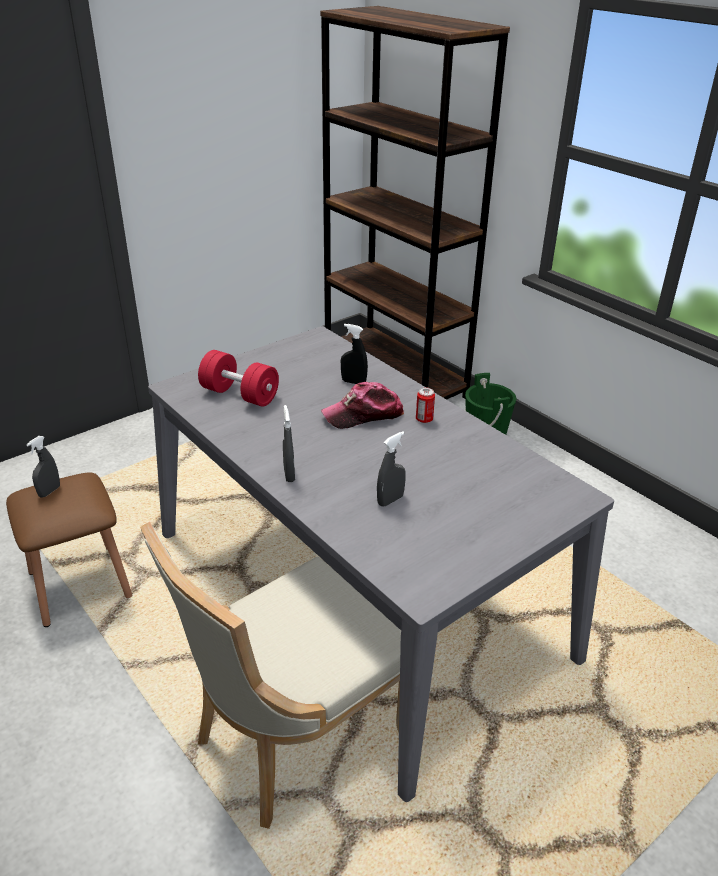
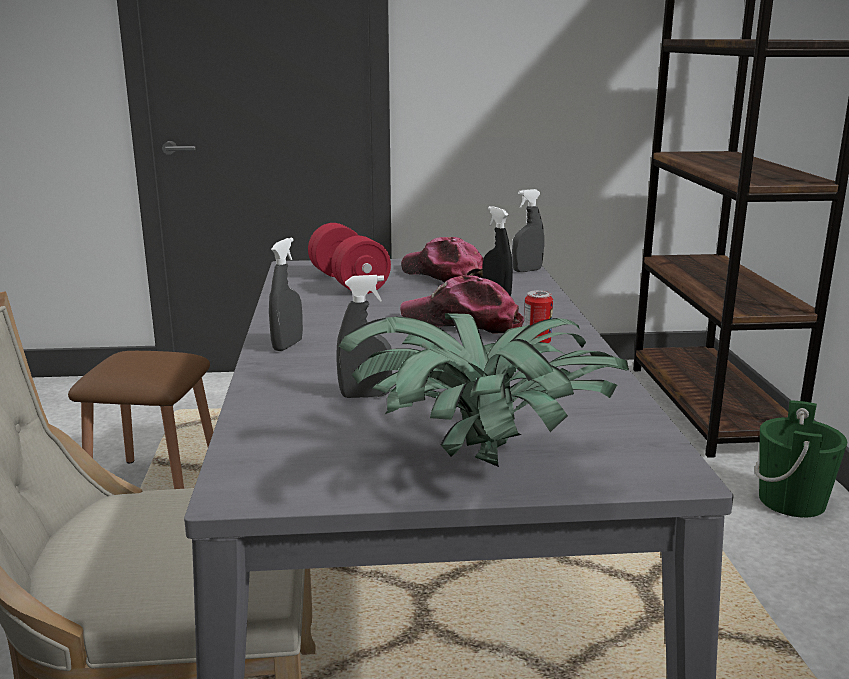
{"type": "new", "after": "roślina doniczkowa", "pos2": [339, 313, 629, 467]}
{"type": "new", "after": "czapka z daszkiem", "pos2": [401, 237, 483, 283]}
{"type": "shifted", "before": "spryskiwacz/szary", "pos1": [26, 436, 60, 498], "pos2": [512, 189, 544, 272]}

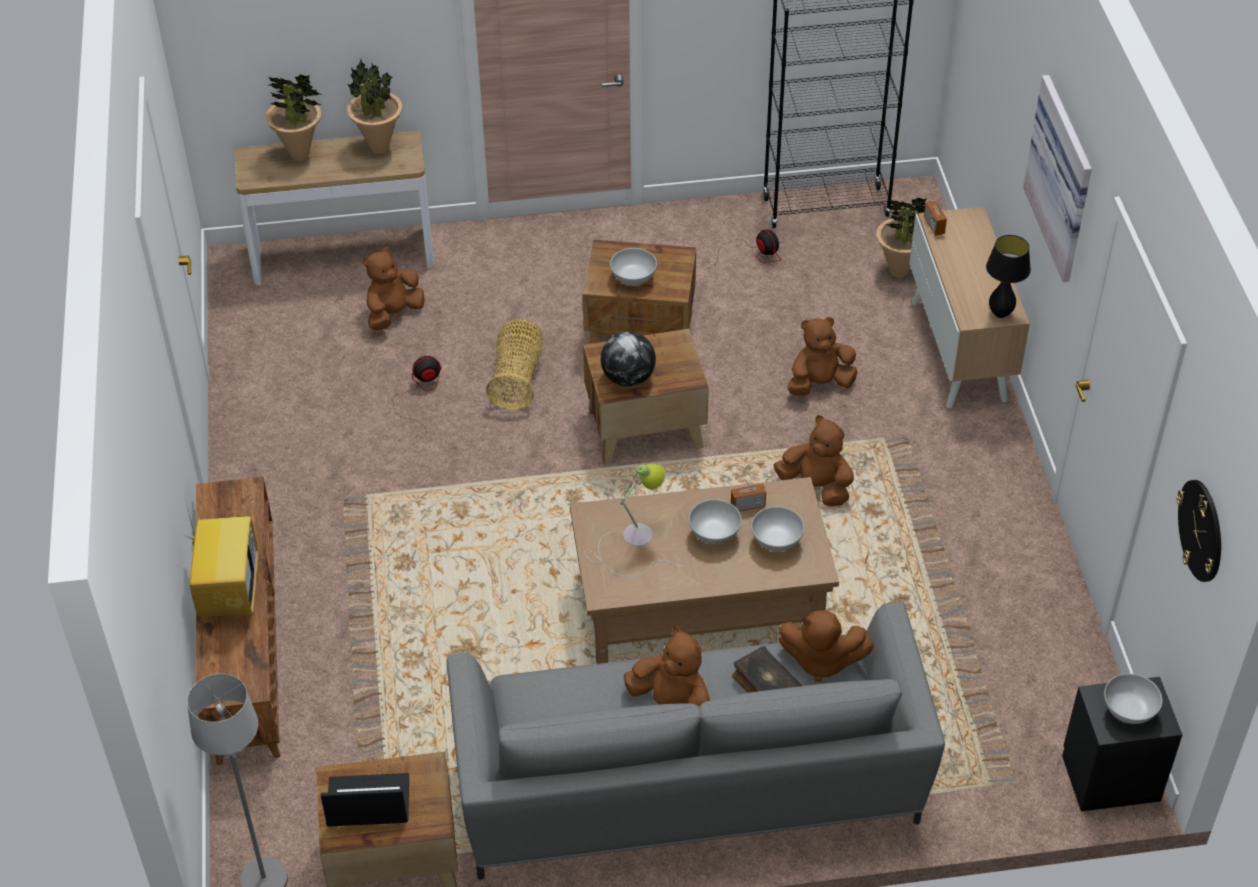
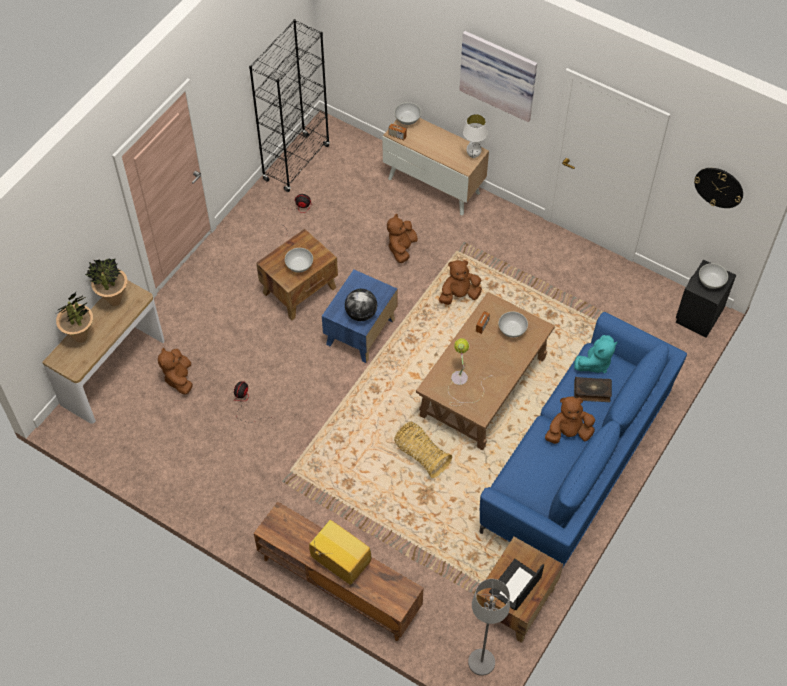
{"type": "repainted", "before": "stolik/brązowy", "after": "stolik/niebieski", "pos1": [583, 329, 709, 464], "pos2": [322, 270, 397, 363]}
{"type": "shifted", "before": "miska/biały", "pos1": [689, 499, 742, 544], "pos2": [394, 102, 421, 125]}
{"type": "shifted", "before": "koszyk", "pos1": [486, 319, 543, 409], "pos2": [394, 422, 452, 478]}
{"type": "repainted", "before": "lampa stołowa/czarny", "after": "lampa stołowa/biały", "pos1": [986, 235, 1031, 318], "pos2": [463, 114, 488, 158]}
{"type": "repainted", "before": "kanapa/szary", "after": "kanapa/niebieski", "pos1": [447, 602, 945, 880], "pos2": [479, 312, 687, 569]}
{"type": "repainted", "before": "pluszak/brązowy", "after": "pluszak/turkusowy", "pos1": [778, 610, 874, 682], "pos2": [574, 335, 618, 373]}
{"type": "gone", "before": "roślina doniczkowa", "pos1": [876, 197, 927, 278]}

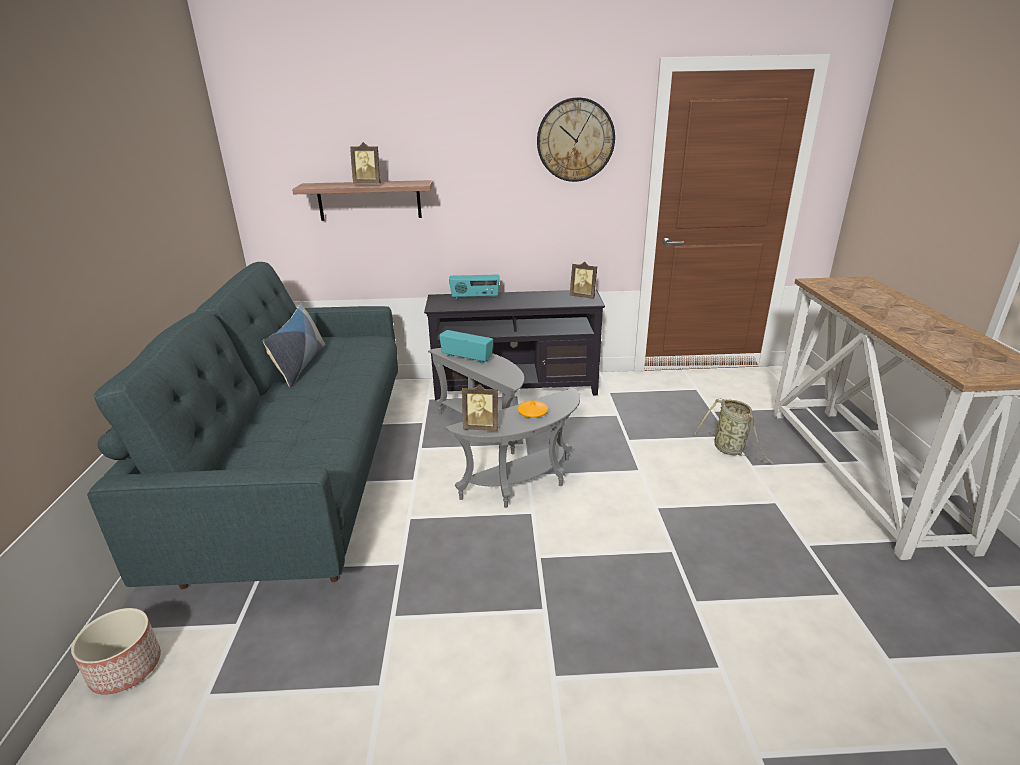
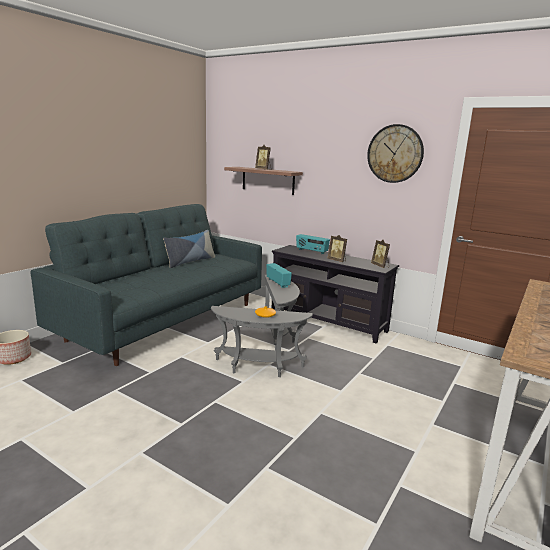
{"type": "shifted", "before": "ramka na zdjęcie", "pos1": [462, 384, 498, 431], "pos2": [328, 235, 347, 262]}
{"type": "gone", "before": "koszyk", "pos1": [694, 398, 775, 465]}

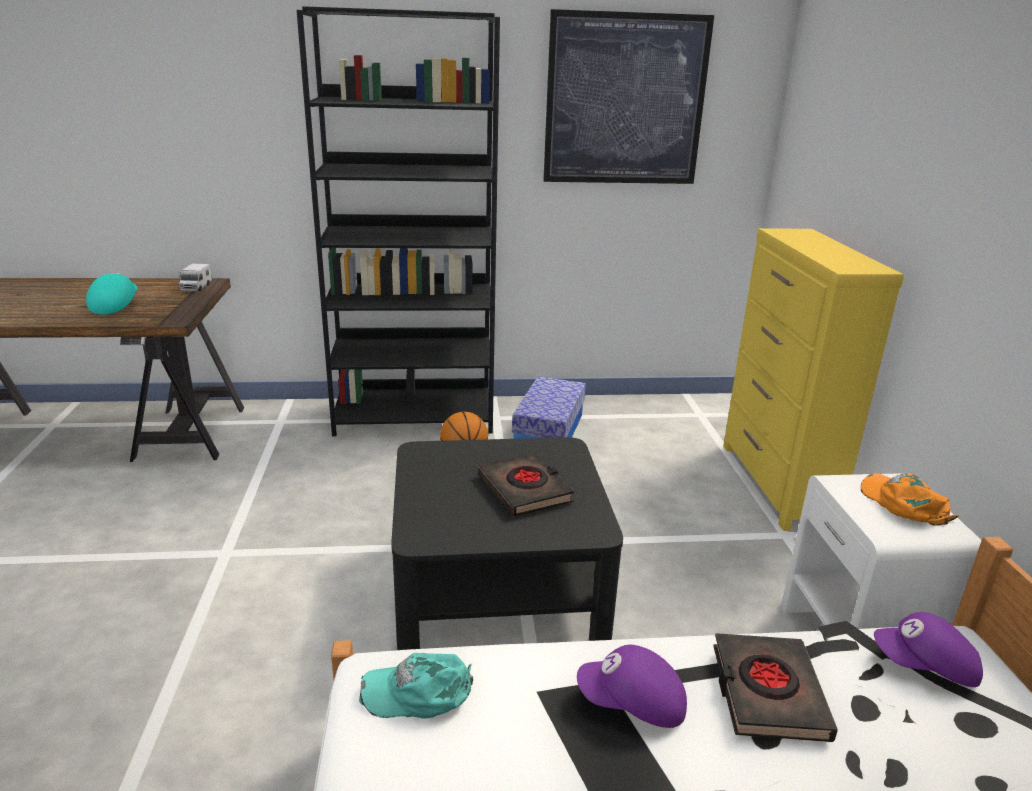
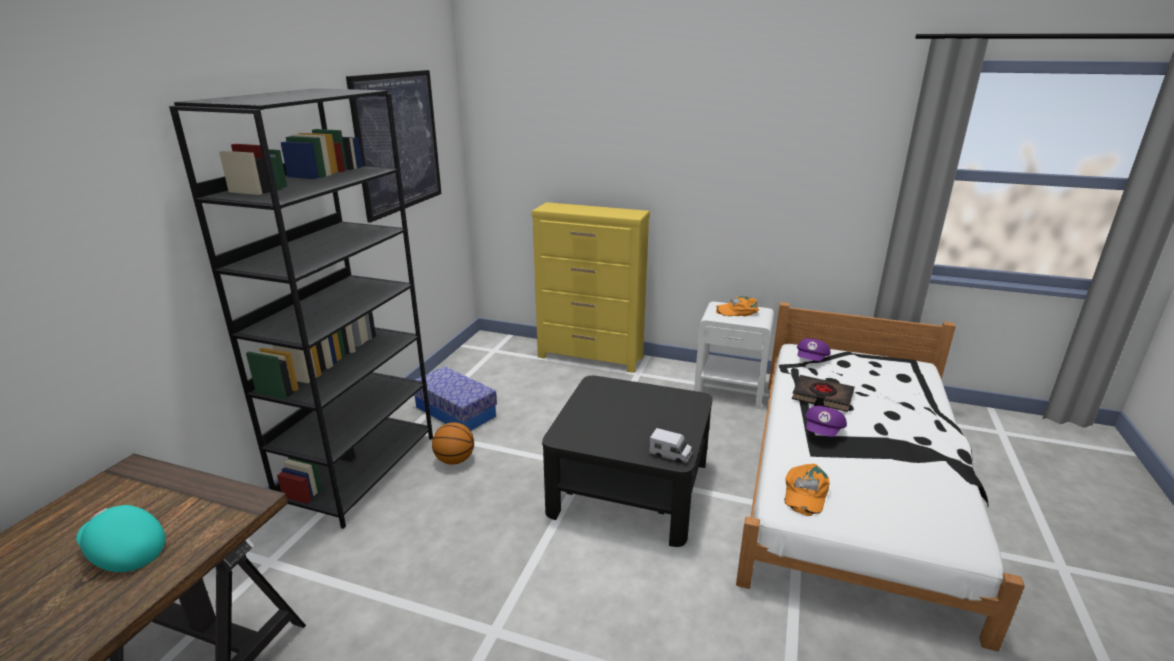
{"type": "shifted", "before": "ciężarówka zabawkowa", "pos1": [179, 264, 212, 291], "pos2": [649, 428, 692, 463]}
{"type": "repainted", "before": "czapka z daszkiem/turkusowy", "after": "czapka z daszkiem/pomarańczowy", "pos1": [359, 653, 473, 719], "pos2": [784, 464, 830, 516]}
{"type": "gone", "before": "książka/czarny", "pos1": [478, 453, 574, 517]}

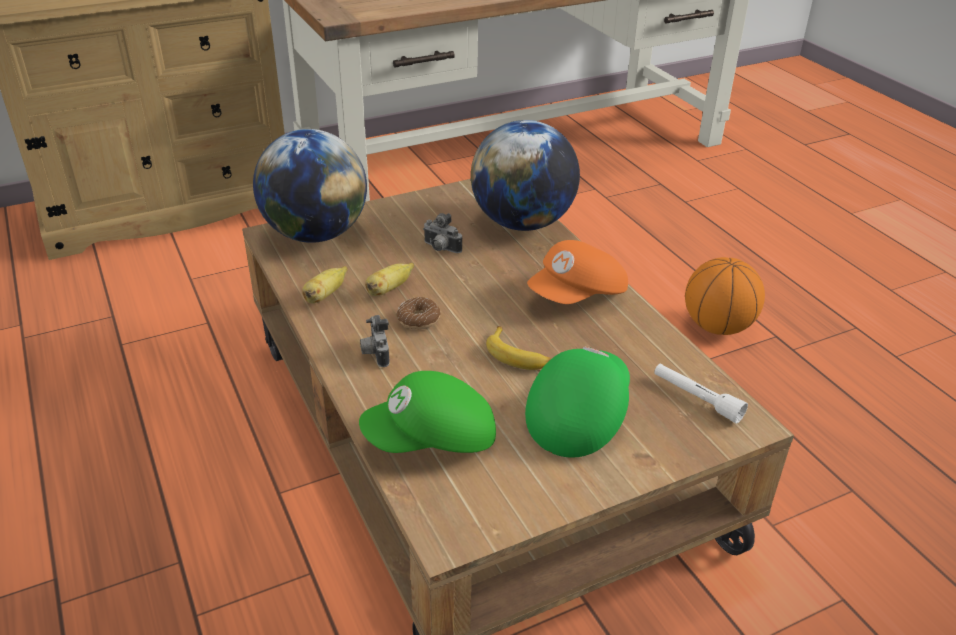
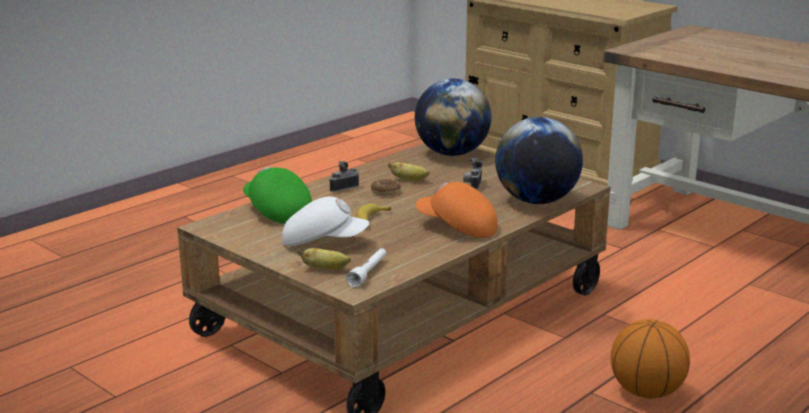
{"type": "repainted", "before": "czapka z daszkiem/zielony", "after": "czapka z daszkiem/biały", "pos1": [525, 346, 630, 458], "pos2": [282, 197, 369, 246]}
{"type": "shifted", "before": "banan", "pos1": [302, 266, 347, 304], "pos2": [298, 248, 351, 270]}

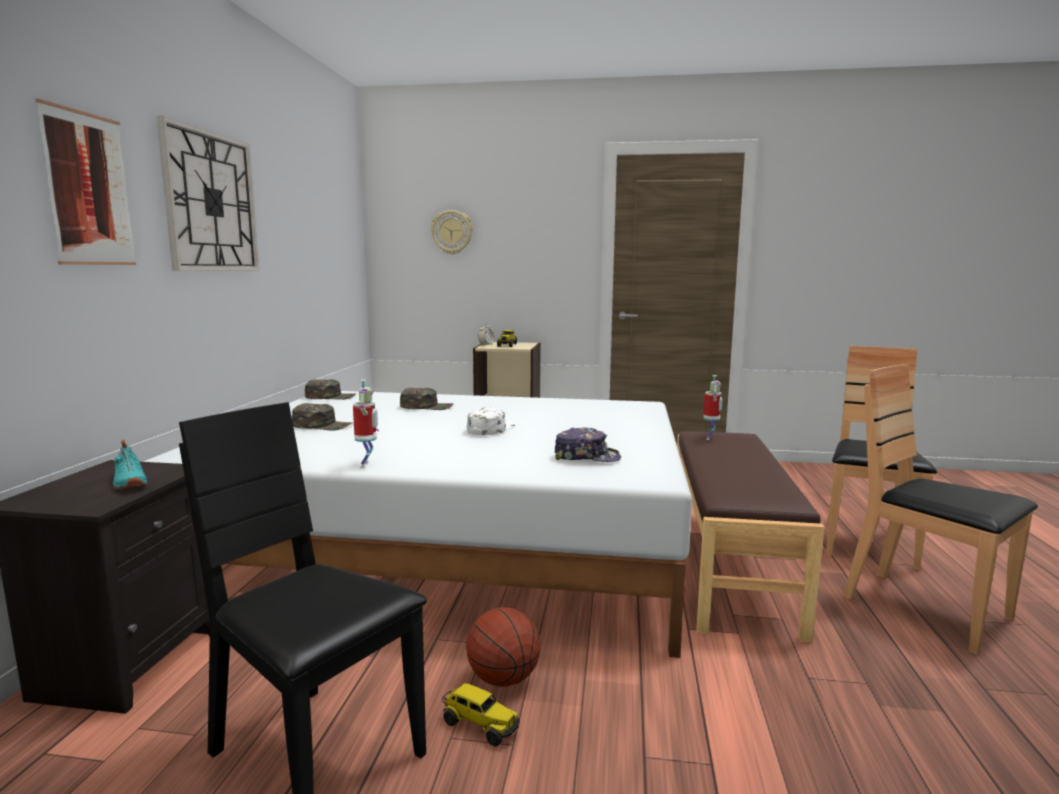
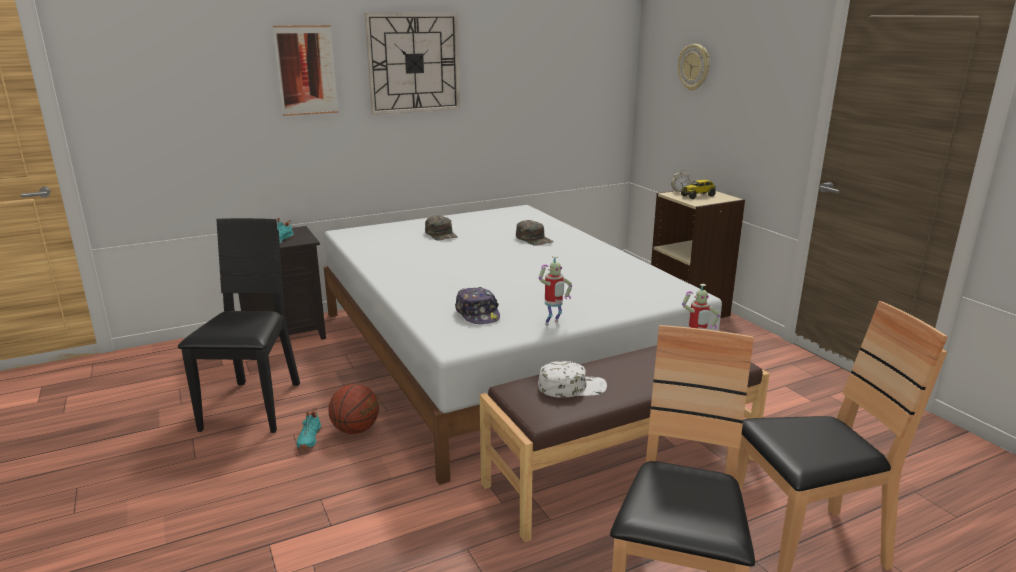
{"type": "swapped", "before": "ciężarówka zabawkowa", "after": "but/turkusowy", "pos1": [442, 683, 520, 746], "pos2": [297, 407, 321, 449]}
{"type": "shifted", "before": "czapka z daszkiem/biały", "pos1": [467, 408, 515, 435], "pos2": [538, 361, 607, 398]}
{"type": "shifted", "before": "robot zabawkowy", "pos1": [353, 380, 379, 468], "pos2": [539, 256, 572, 325]}
{"type": "gone", "before": "czapka z daszkiem/zielony", "pos1": [305, 379, 356, 400]}

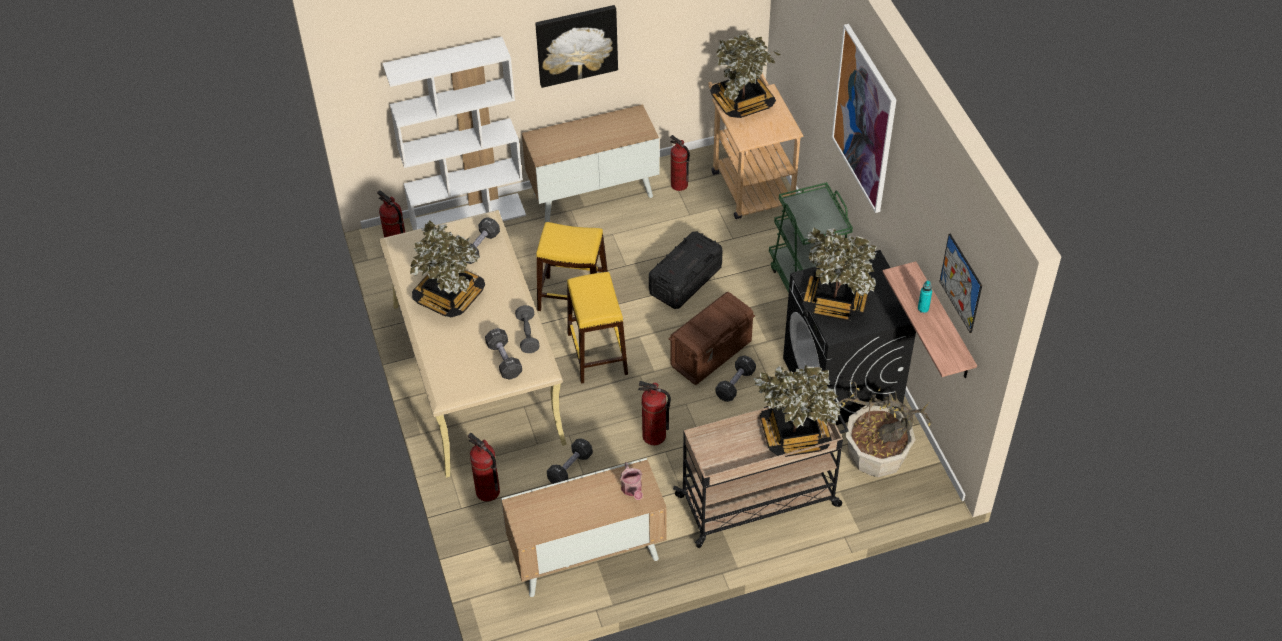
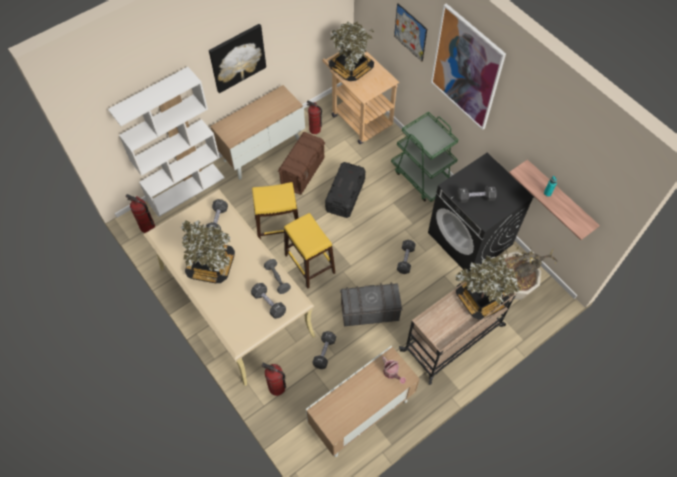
{"type": "shifted", "before": "pojemnik do przechowywania/brązowy", "pos1": [668, 292, 755, 385], "pos2": [278, 132, 325, 195]}
{"type": "swapped", "before": "gaśnica", "after": "pojemnik do przechowywania/szary", "pos1": [638, 381, 671, 445], "pos2": [340, 283, 402, 326]}
{"type": "shifted", "before": "obraz", "pos1": [939, 234, 982, 333], "pos2": [394, 3, 427, 62]}
{"type": "swapped", "before": "roślina doniczkowa", "after": "hantel/czarny", "pos1": [802, 227, 877, 321], "pos2": [457, 186, 497, 203]}

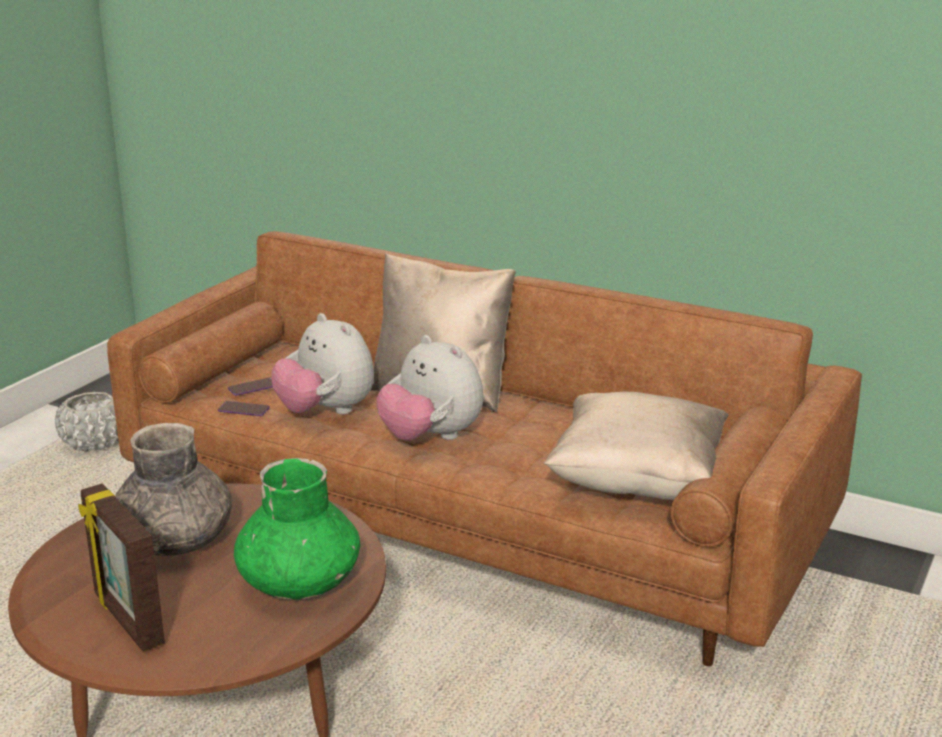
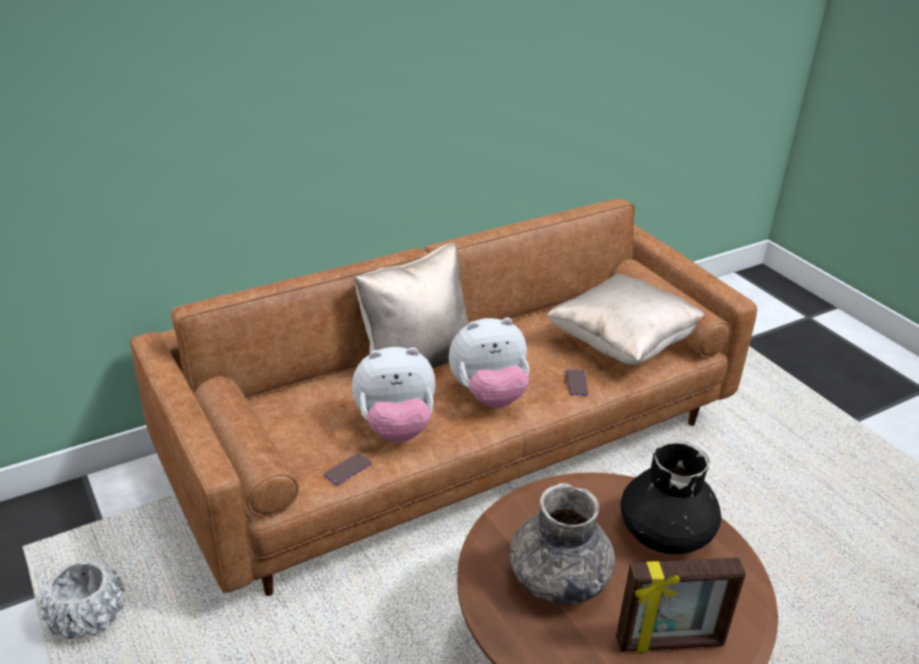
{"type": "shifted", "before": "telefon", "pos1": [228, 378, 273, 396], "pos2": [566, 369, 588, 395]}
{"type": "repainted", "before": "wazon/zielony", "after": "wazon/czarny", "pos1": [234, 458, 360, 599], "pos2": [621, 440, 721, 554]}

